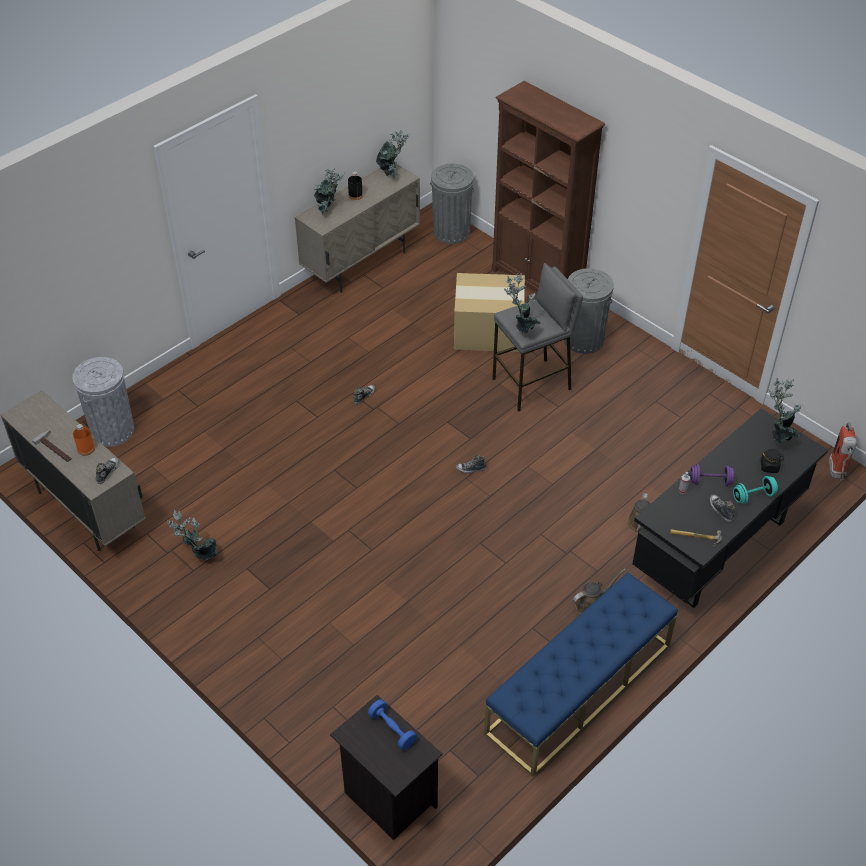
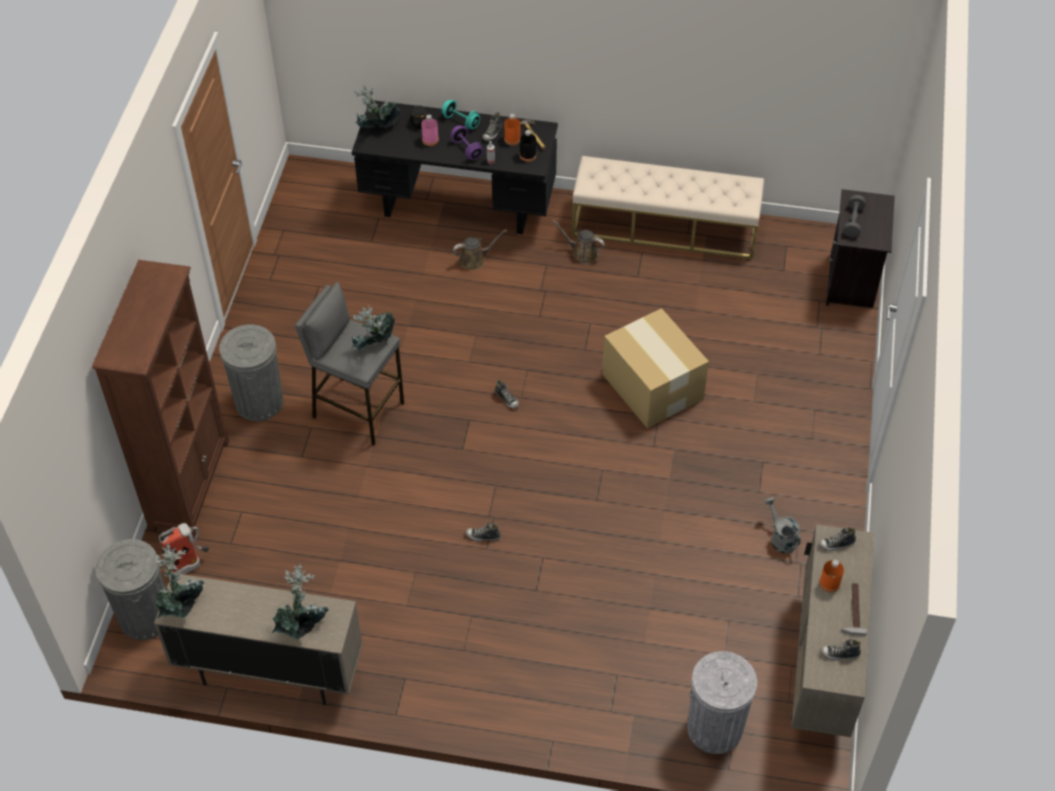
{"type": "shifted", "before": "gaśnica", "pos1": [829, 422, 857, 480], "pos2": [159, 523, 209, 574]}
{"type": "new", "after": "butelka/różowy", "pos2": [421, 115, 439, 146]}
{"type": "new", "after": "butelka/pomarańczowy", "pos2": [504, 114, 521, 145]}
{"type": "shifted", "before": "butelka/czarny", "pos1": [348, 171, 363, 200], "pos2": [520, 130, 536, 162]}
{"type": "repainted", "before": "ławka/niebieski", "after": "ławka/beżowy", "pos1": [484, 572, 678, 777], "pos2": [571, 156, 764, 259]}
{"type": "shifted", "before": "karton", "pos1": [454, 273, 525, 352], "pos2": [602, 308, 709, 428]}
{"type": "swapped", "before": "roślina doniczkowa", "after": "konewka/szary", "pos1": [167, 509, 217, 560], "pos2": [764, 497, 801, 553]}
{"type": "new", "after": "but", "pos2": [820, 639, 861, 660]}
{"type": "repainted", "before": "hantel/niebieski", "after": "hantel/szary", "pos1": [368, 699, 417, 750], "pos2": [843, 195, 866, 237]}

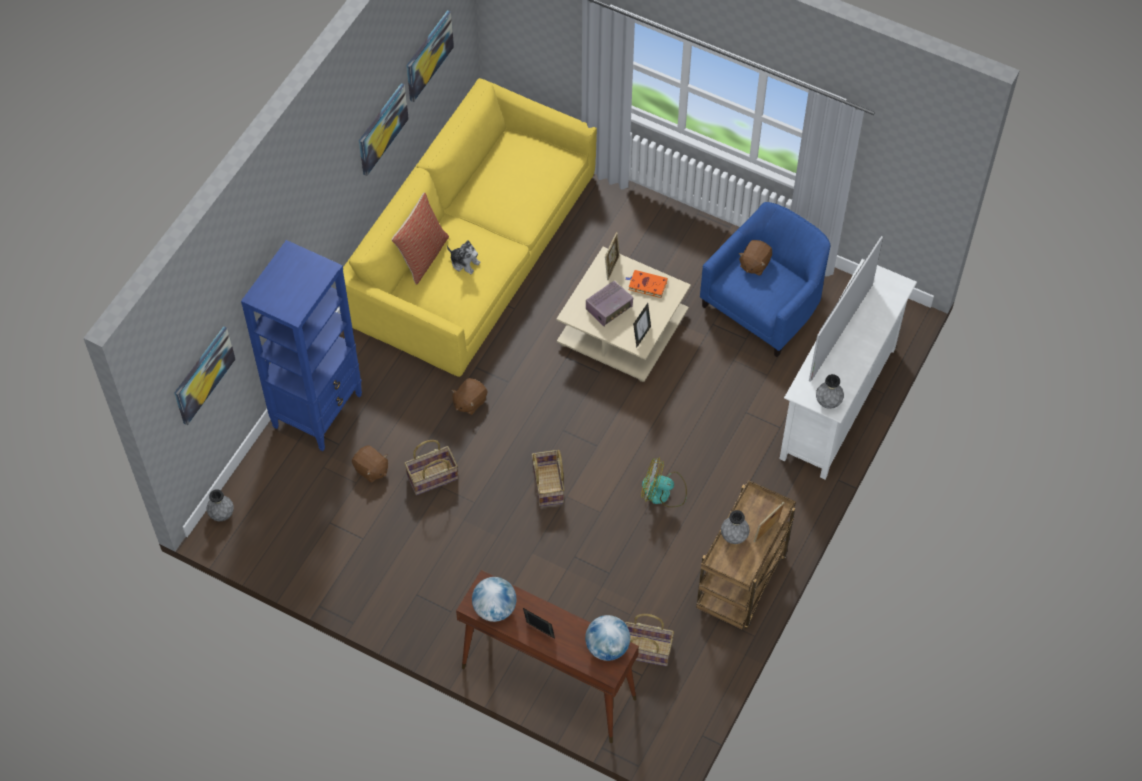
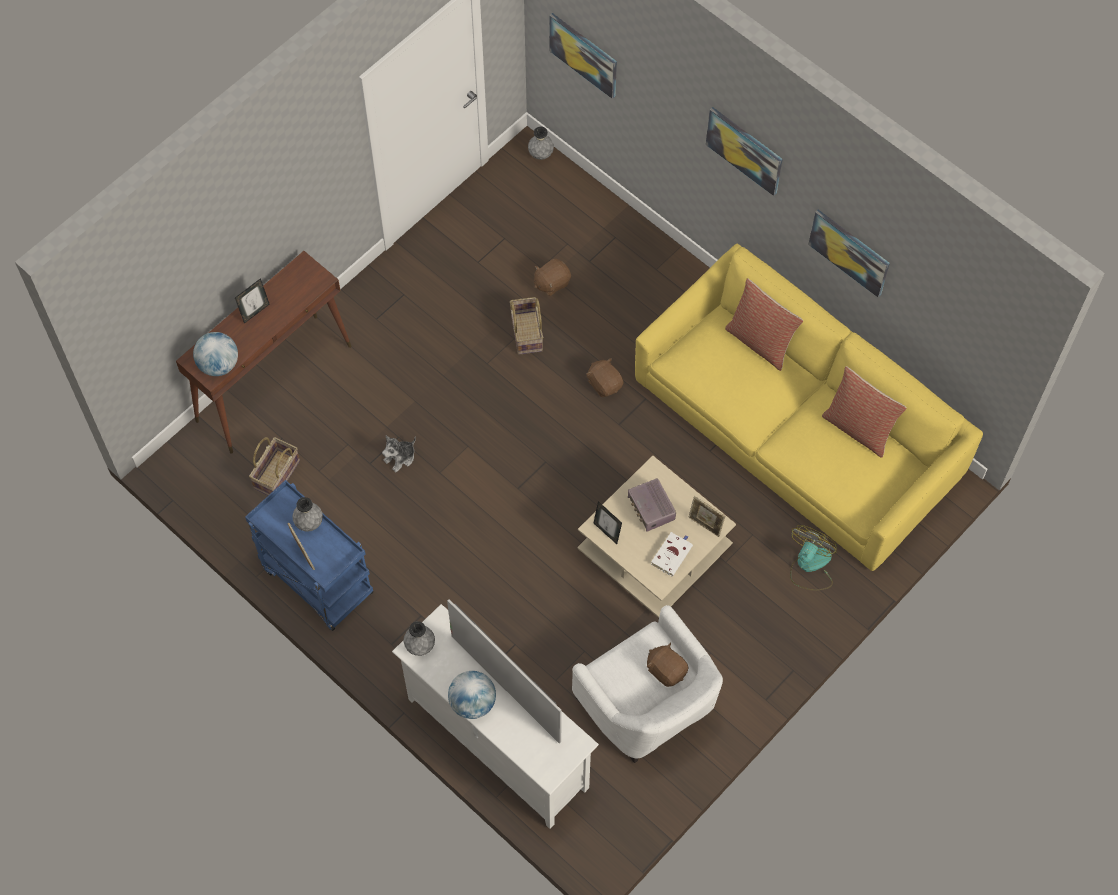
{"type": "repainted", "before": "wózek/brązowy", "after": "wózek/niebieski", "pos1": [696, 480, 796, 630], "pos2": [245, 480, 374, 631]}
{"type": "shifted", "before": "pluszak", "pos1": [447, 240, 481, 274], "pos2": [382, 436, 416, 472]}
{"type": "shifted", "before": "globus", "pos1": [472, 577, 516, 622], "pos2": [448, 671, 496, 719]}
{"type": "repainted", "before": "fotel/niebieski", "after": "fotel/biały", "pos1": [700, 202, 830, 357], "pos2": [572, 605, 723, 763]}
{"type": "repainted", "before": "książka/pomarańczowy", "after": "książka/biały", "pos1": [625, 270, 668, 298], "pos2": [651, 532, 693, 576]}
{"type": "shifted", "before": "obraz", "pos1": [406, 10, 454, 102], "pos2": [706, 107, 783, 196]}
{"type": "shifted", "before": "wentylator", "pos1": [641, 457, 687, 508], "pos2": [790, 525, 836, 591]}
{"type": "new", "after": "poduszka", "pos2": [822, 366, 907, 458]}
{"type": "gone", "before": "regał/niebieski", "pos1": [241, 240, 362, 451]}
{"type": "gone", "before": "koszyk", "pos1": [532, 450, 565, 506]}

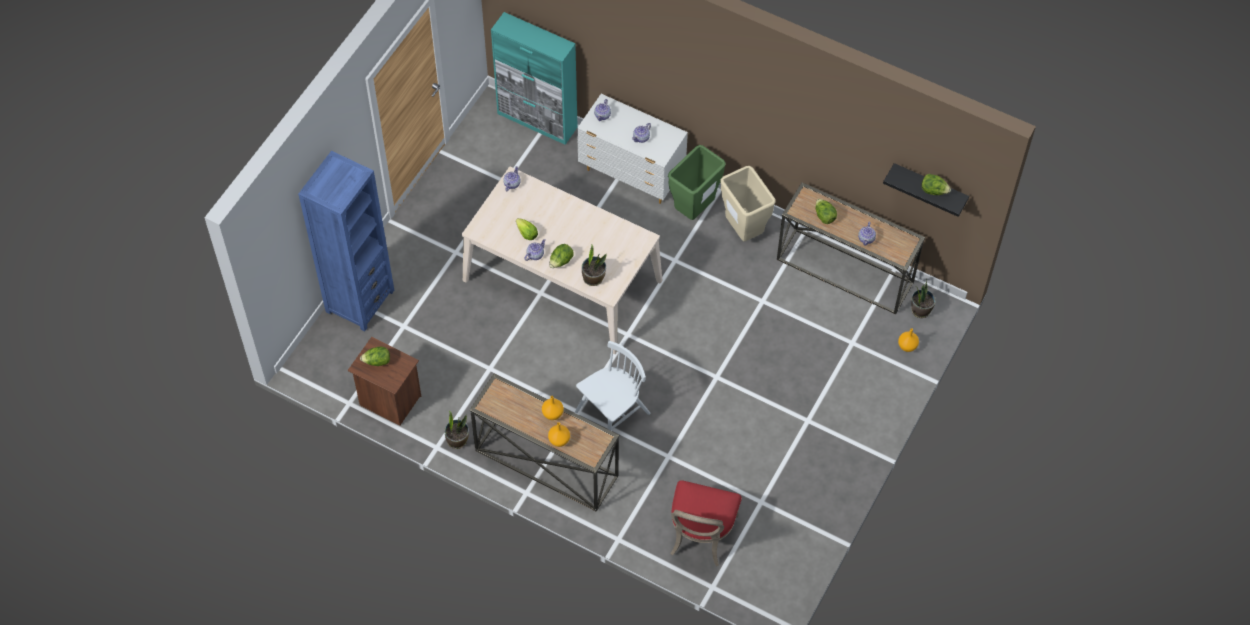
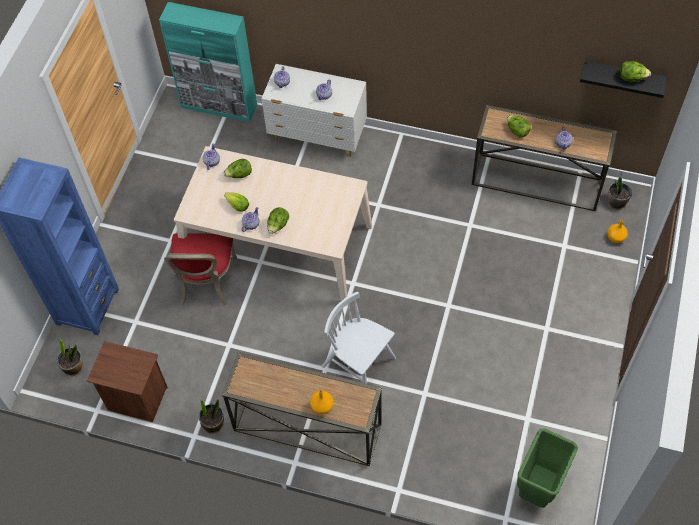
{"type": "shifted", "before": "roślina doniczkowa", "pos1": [582, 245, 606, 286], "pos2": [57, 339, 83, 376]}
{"type": "shifted", "before": "krzesło/czerwony", "pos1": [670, 480, 742, 566], "pos2": [164, 233, 237, 305]}
{"type": "shifted", "before": "sałata", "pos1": [360, 347, 390, 366], "pos2": [224, 159, 252, 178]}
{"type": "rotated", "before": "krzesło/biały", "pos1": [575, 341, 651, 431], "pos2": [322, 292, 396, 384], "turn": -90}
{"type": "shifted", "before": "kosz na śmieci/zielony", "pos1": [668, 145, 726, 220], "pos2": [517, 428, 578, 508]}
{"type": "gone", "before": "wazon/pomarańczowy", "pos1": [542, 396, 564, 420]}
{"type": "gone", "before": "kosz na śmieci/beżowy", "pos1": [720, 166, 775, 241]}

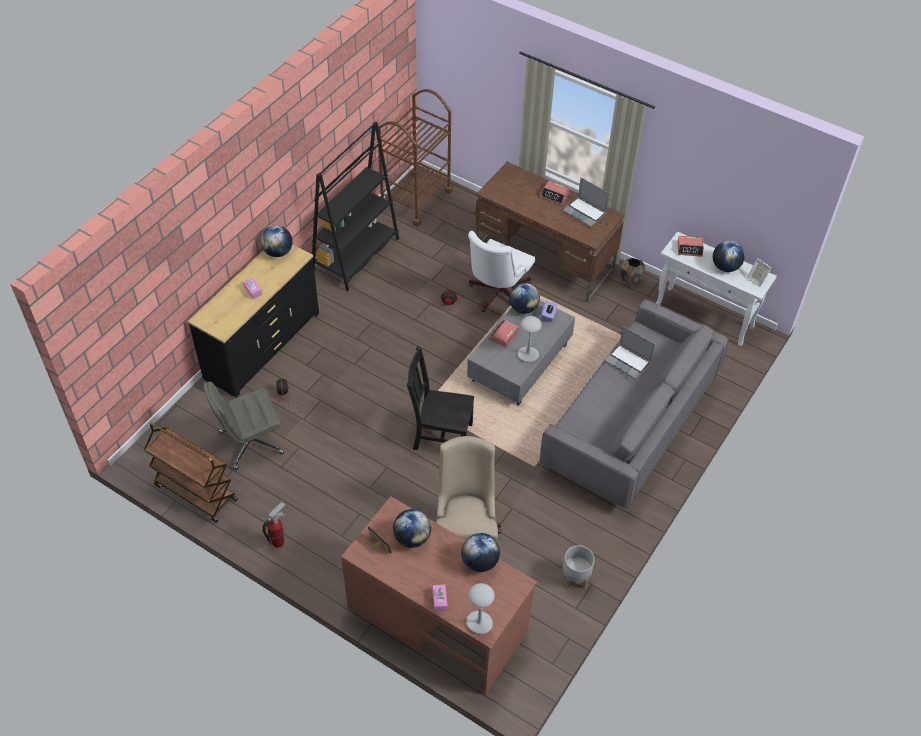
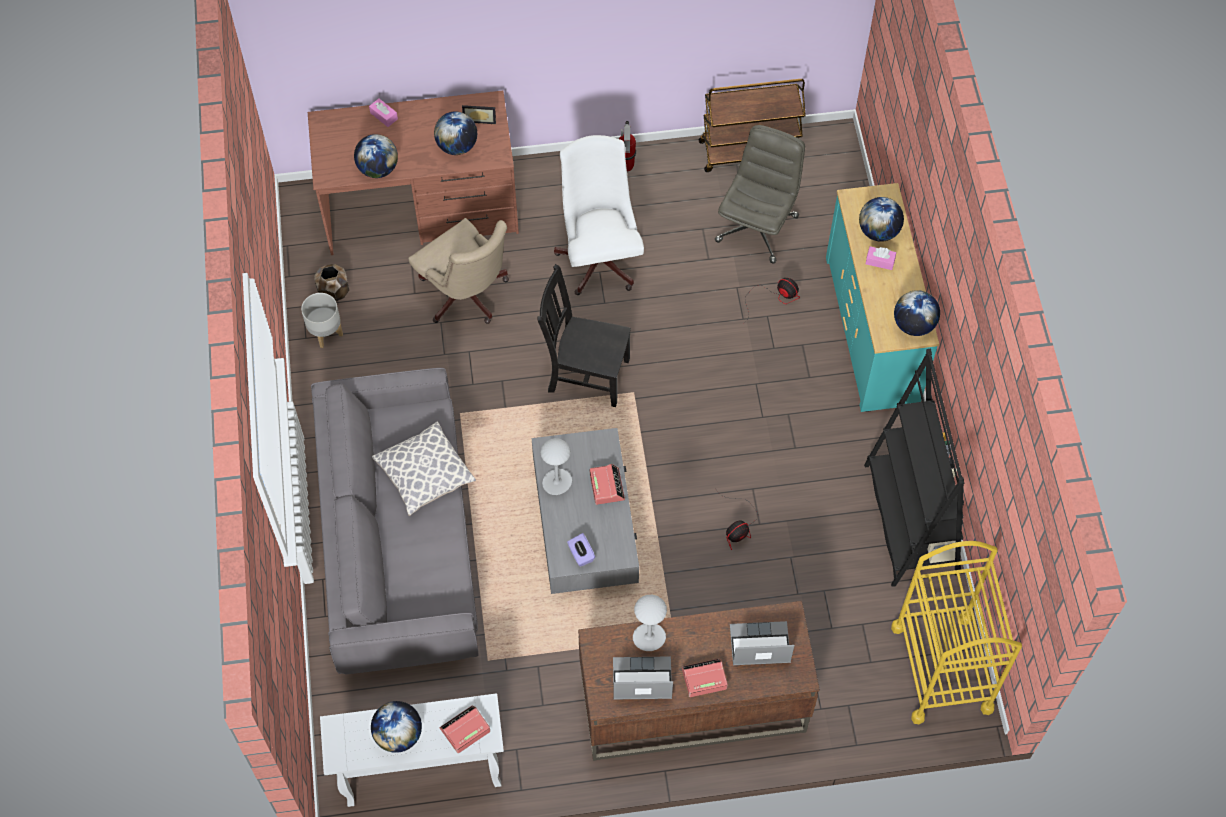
{"type": "shifted", "before": "donica/brązowy", "pos1": [620, 258, 645, 284], "pos2": [314, 264, 349, 301]}
{"type": "new", "after": "poduszka", "pos2": [372, 421, 476, 516]}
{"type": "rotated", "before": "krzesło/czarny", "pos1": [407, 346, 474, 450], "pos2": [537, 264, 631, 407], "turn": -135}
{"type": "shifted", "before": "krzesło biurowe/biały", "pos1": [468, 231, 535, 312], "pos2": [554, 135, 644, 295]}
{"type": "shifted", "before": "lampa stołowa/szary", "pos1": [466, 583, 495, 634], "pos2": [633, 595, 667, 651]}
{"type": "shifted", "before": "laptop", "pos1": [604, 326, 655, 380], "pos2": [730, 621, 794, 665]}
{"type": "repainted", "before": "komoda/czarny", "after": "komoda/turkusowy", "pos1": [188, 244, 319, 398], "pos2": [826, 183, 939, 412]}
{"type": "shifted", "before": "globus", "pos1": [509, 283, 540, 314], "pos2": [859, 197, 904, 242]}
{"type": "repainted", "before": "wózek/brązowy", "after": "wózek/żółty", "pos1": [378, 89, 453, 227], "pos2": [891, 541, 1022, 724]}
{"type": "gone", "before": "ramka na zdjęcie", "pos1": [747, 258, 771, 287]}

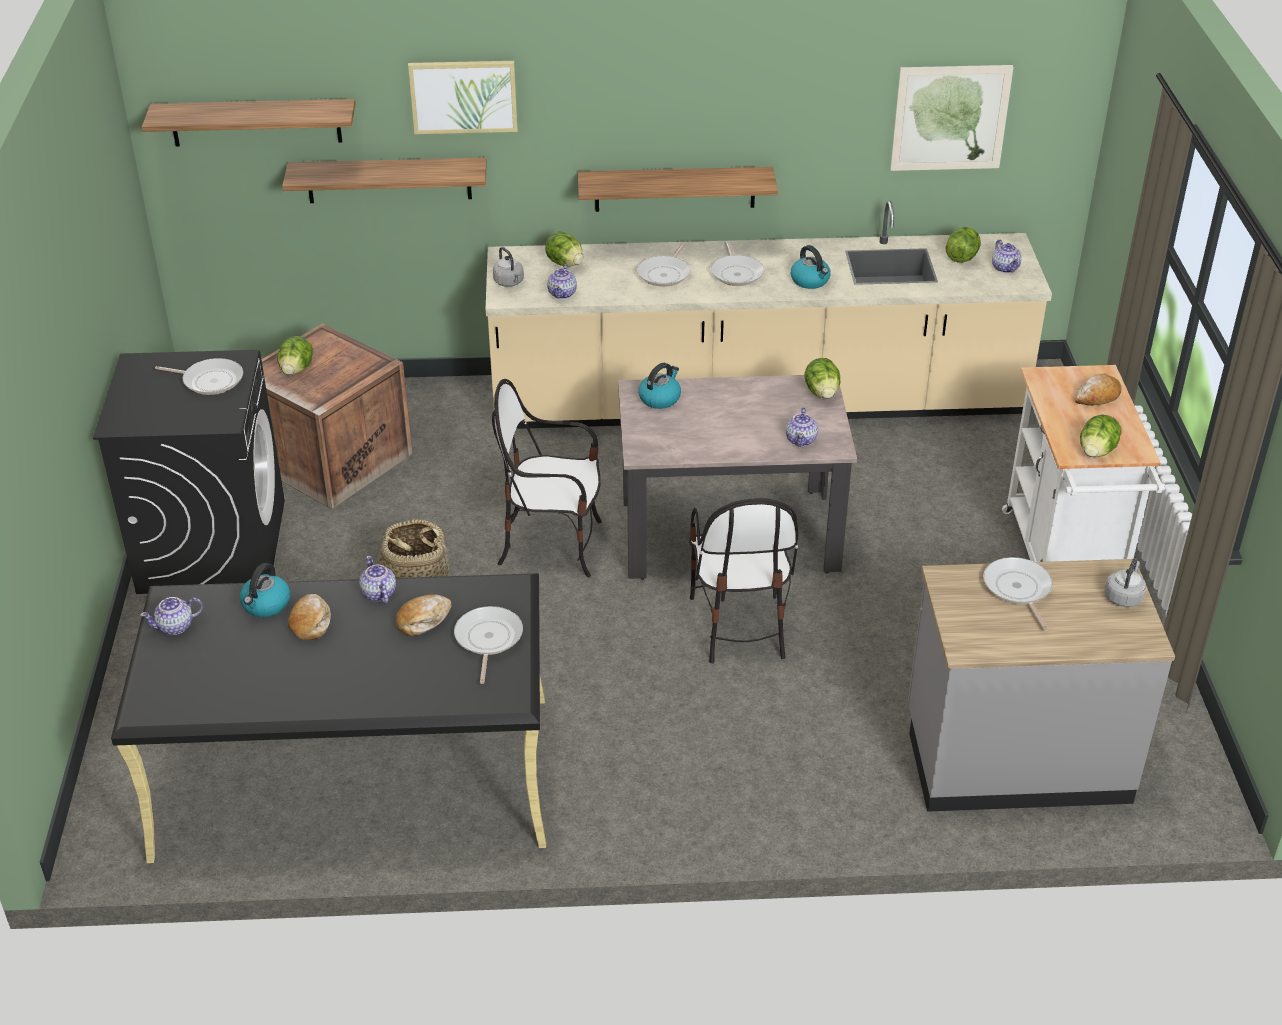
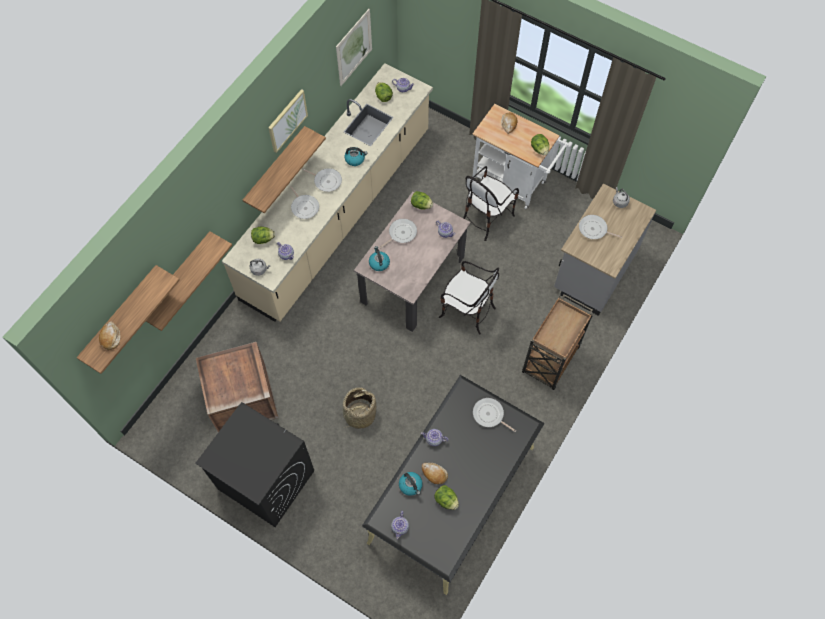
{"type": "shifted", "before": "chleb", "pos1": [396, 594, 451, 636], "pos2": [99, 321, 120, 350]}
{"type": "shifted", "before": "obraz", "pos1": [408, 61, 518, 134], "pos2": [268, 89, 308, 153]}
{"type": "shifted", "before": "patelnia", "pos1": [155, 358, 243, 395], "pos2": [380, 219, 417, 248]}
{"type": "shifted", "before": "sałata", "pos1": [277, 336, 313, 375], "pos2": [434, 485, 459, 510]}
{"type": "shifted", "before": "krzesło", "pos1": [492, 379, 602, 577], "pos2": [463, 166, 519, 241]}
{"type": "new", "after": "wózek/brązowy", "pos2": [522, 294, 593, 390]}

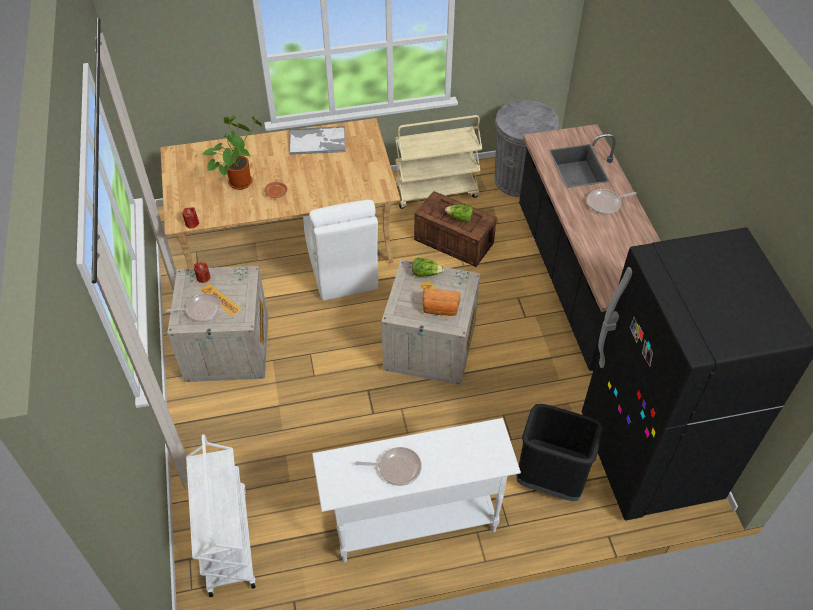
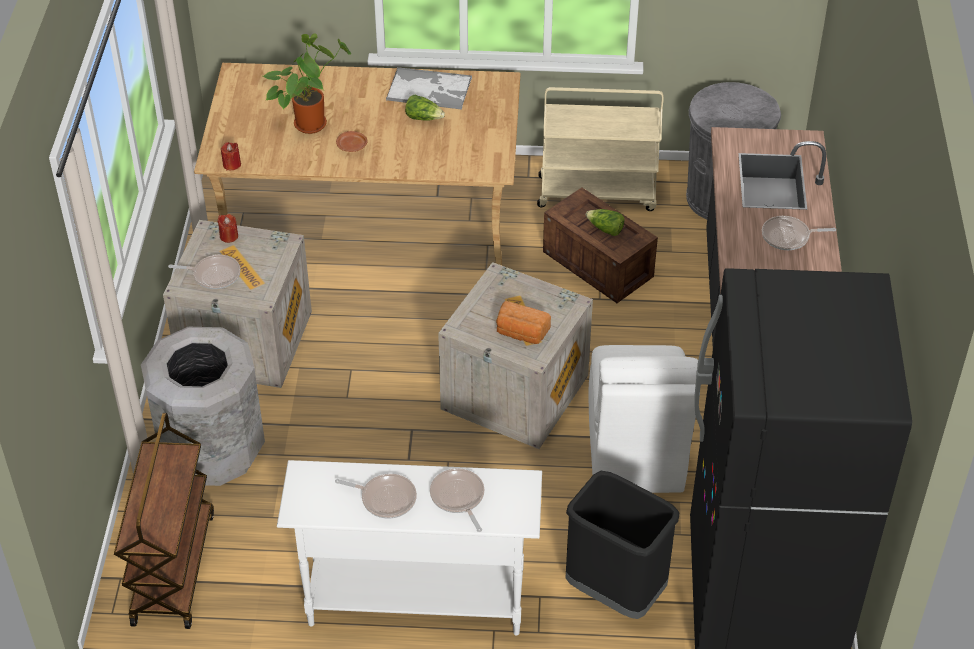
{"type": "repainted", "before": "wózek/biały", "after": "wózek/brązowy", "pos1": [186, 434, 256, 597], "pos2": [114, 413, 214, 629]}
{"type": "new", "after": "kosz na śmieci/szary", "pos2": [141, 327, 265, 486]}
{"type": "shifted", "before": "sałata", "pos1": [412, 258, 444, 277], "pos2": [405, 95, 445, 121]}
{"type": "new", "after": "patelnia", "pos2": [430, 468, 484, 532]}
{"type": "shifted", "before": "krzesło/biały", "pos1": [303, 200, 378, 300], "pos2": [589, 345, 700, 493]}

